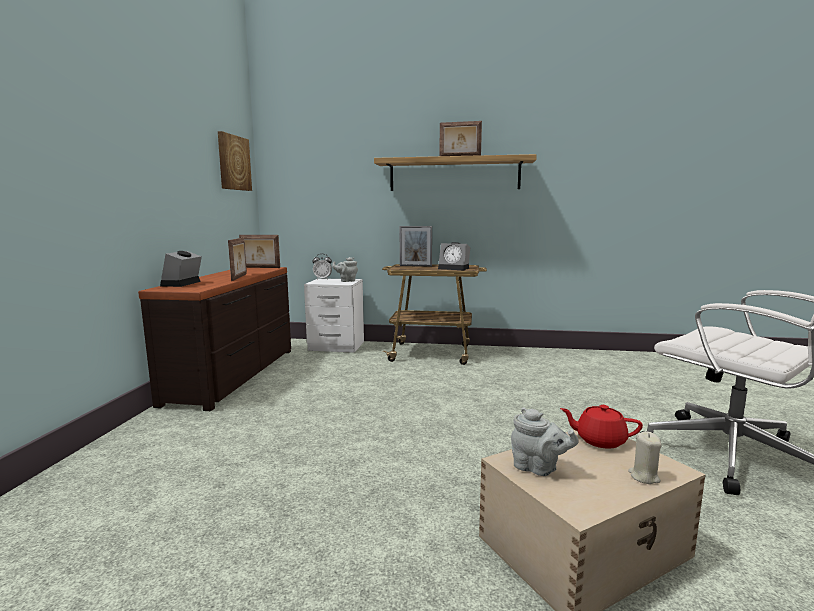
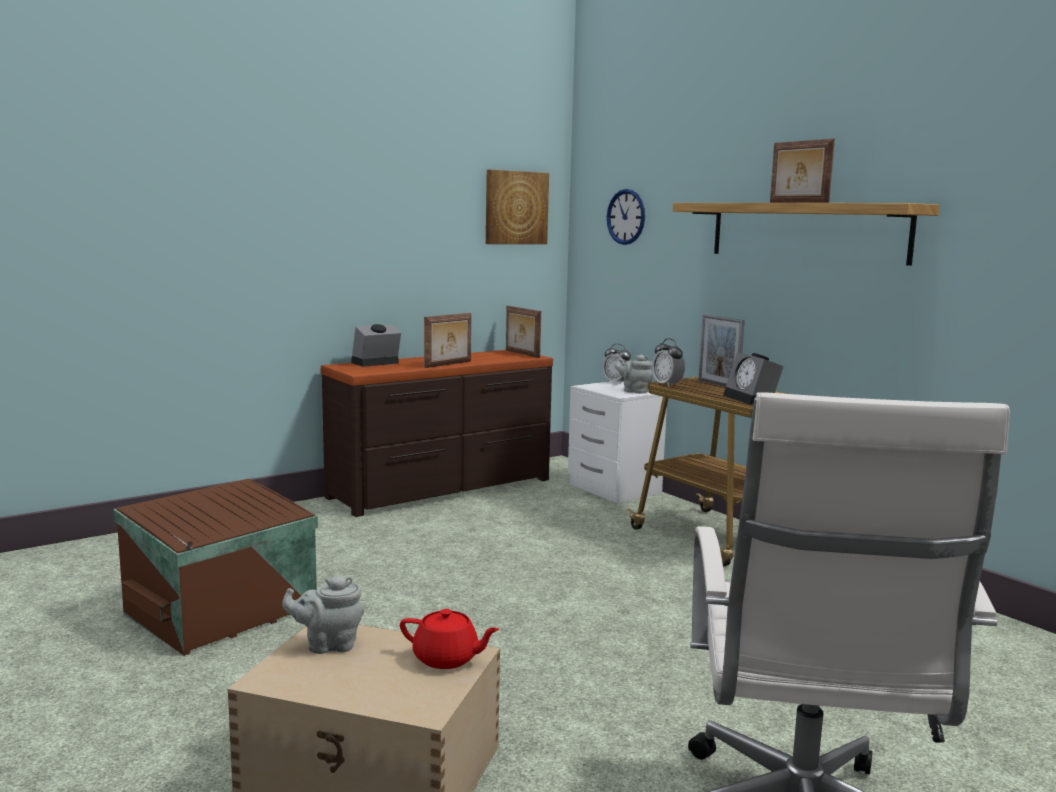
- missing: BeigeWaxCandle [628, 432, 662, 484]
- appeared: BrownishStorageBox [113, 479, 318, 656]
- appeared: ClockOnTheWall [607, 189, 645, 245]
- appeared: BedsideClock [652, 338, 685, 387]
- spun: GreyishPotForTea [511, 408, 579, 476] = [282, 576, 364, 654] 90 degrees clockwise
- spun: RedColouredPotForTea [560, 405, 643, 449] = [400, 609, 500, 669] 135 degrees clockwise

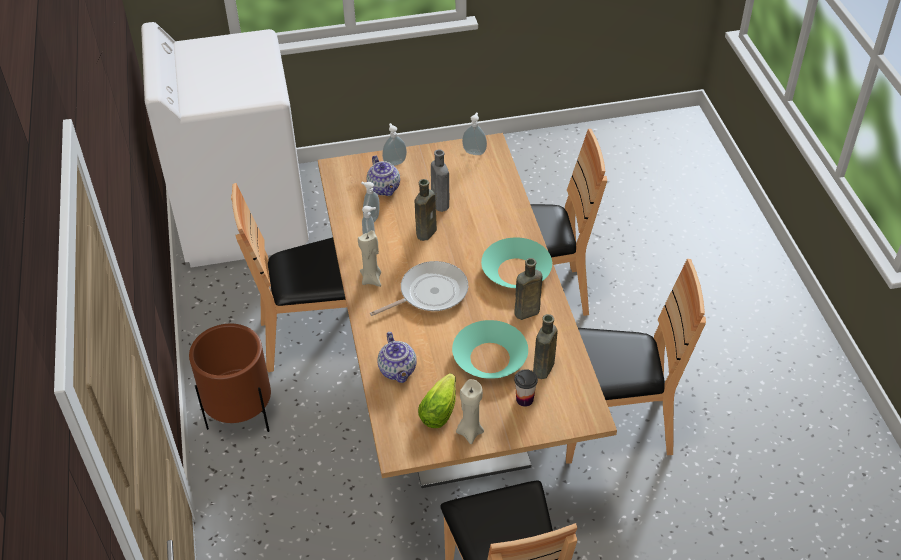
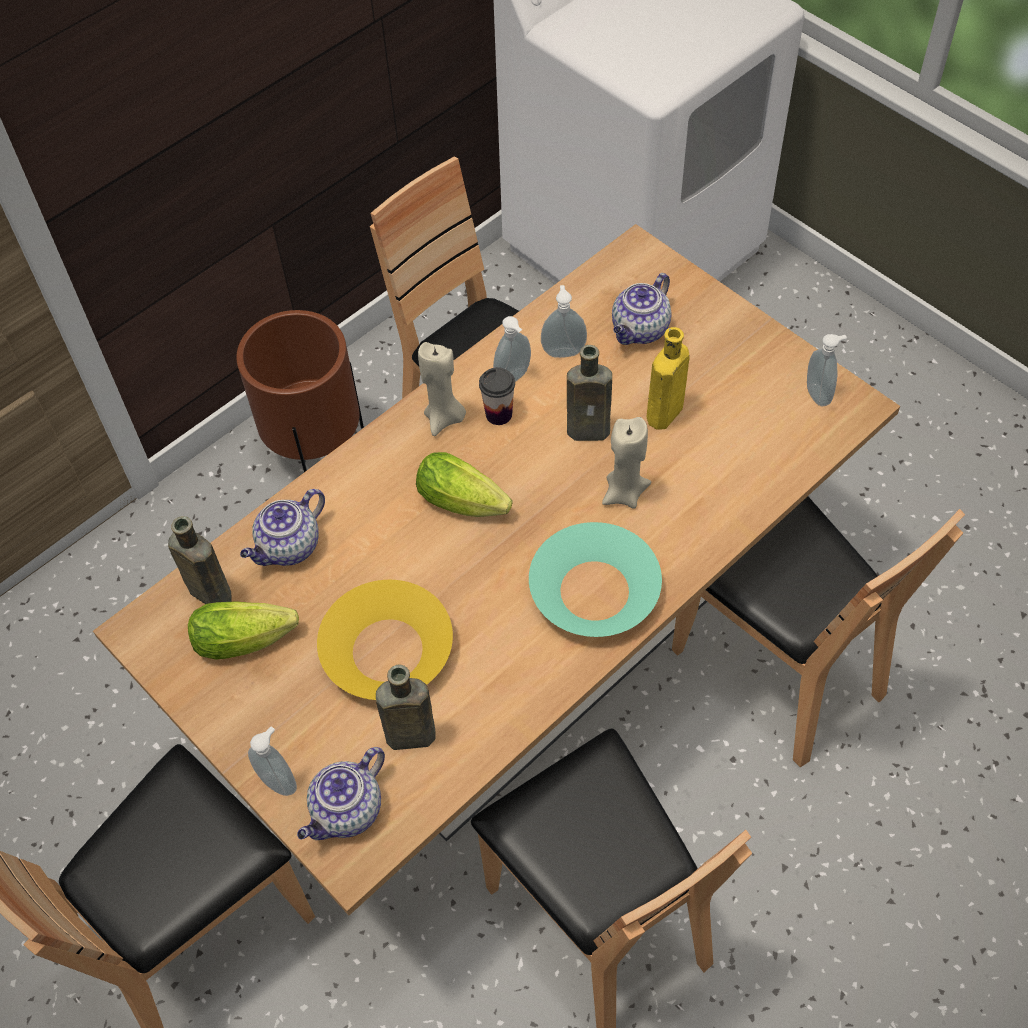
- appeared: PotForTea [297, 747, 385, 840]
- relocated: SoapBottle [382, 123, 407, 166] to [248, 726, 297, 796]
- relocated: BeigeWaxCandle [456, 379, 484, 444] to [602, 417, 651, 509]
- relocated: BrownishBeverageBottle [514, 258, 542, 320] to [168, 516, 231, 604]
- relocated: Cup [514, 369, 538, 407] to [479, 367, 515, 425]
- exchanged: Skillet [370, 261, 468, 316] to Lettuce [416, 452, 513, 517]
- colour: GreyishBeverageBottle [431, 149, 449, 212] to YellowColouredBeverageBottle [646, 327, 690, 430]
- colour: BlueGreenDeepDish [452, 320, 528, 379] to YellowColouredDeepDish [317, 580, 453, 700]

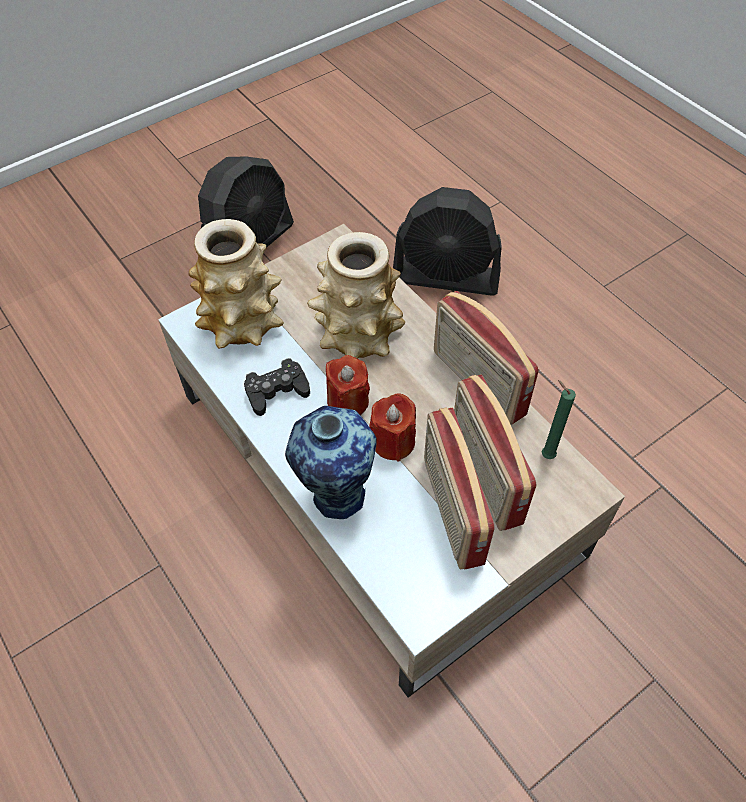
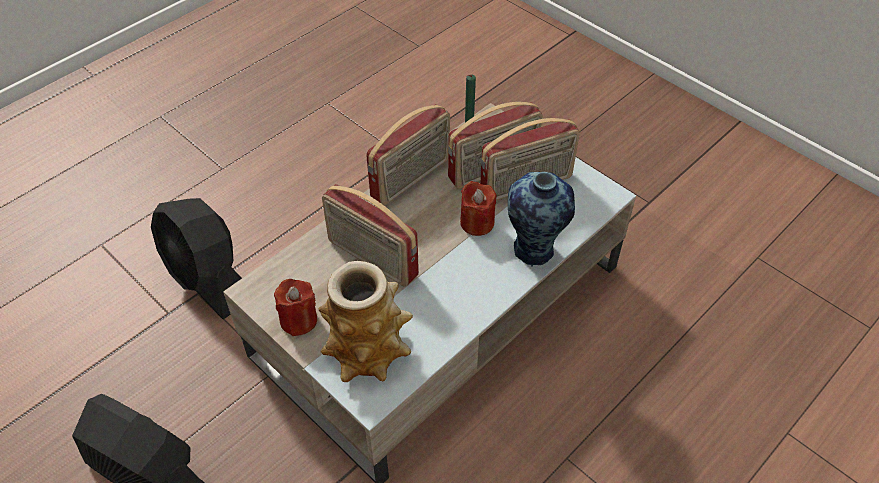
- missing: BlackishGamepad [244, 358, 310, 416]
- relocated: RedColouredWaxCandle [326, 355, 370, 415] to [274, 279, 317, 336]
- exchanged: FlowerVase [307, 232, 405, 359] to RadioSet [322, 184, 419, 287]
- spun: BlackishCoolingFan [393, 187, 502, 296] = [151, 198, 242, 319] 135 degrees clockwise

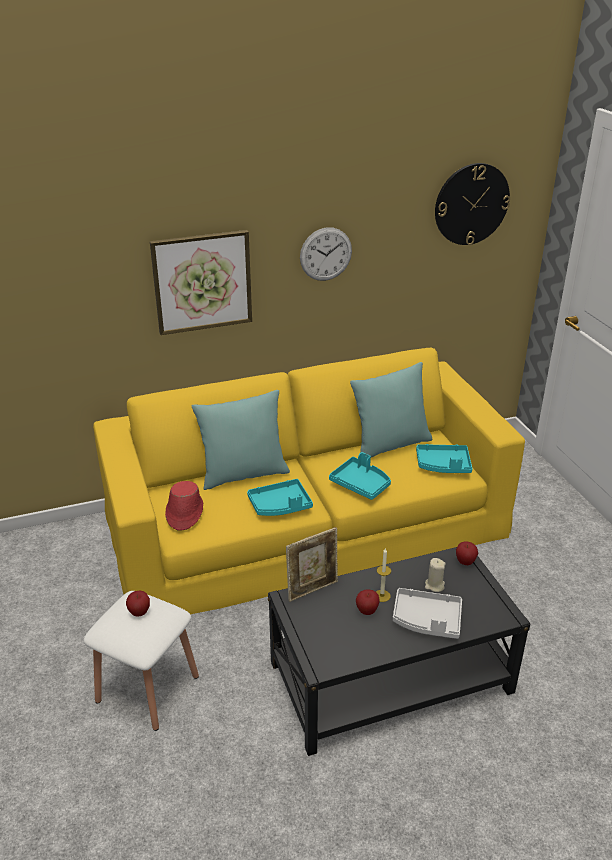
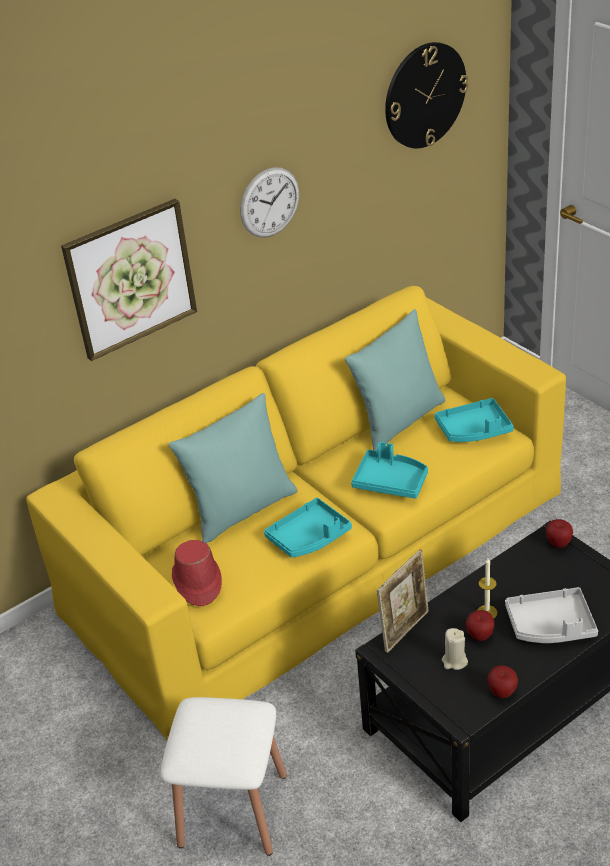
- relocated: Apple [126, 591, 150, 617] to [487, 665, 518, 698]
- relocated: BeigeWaxCandle [425, 558, 445, 592] to [442, 628, 468, 670]

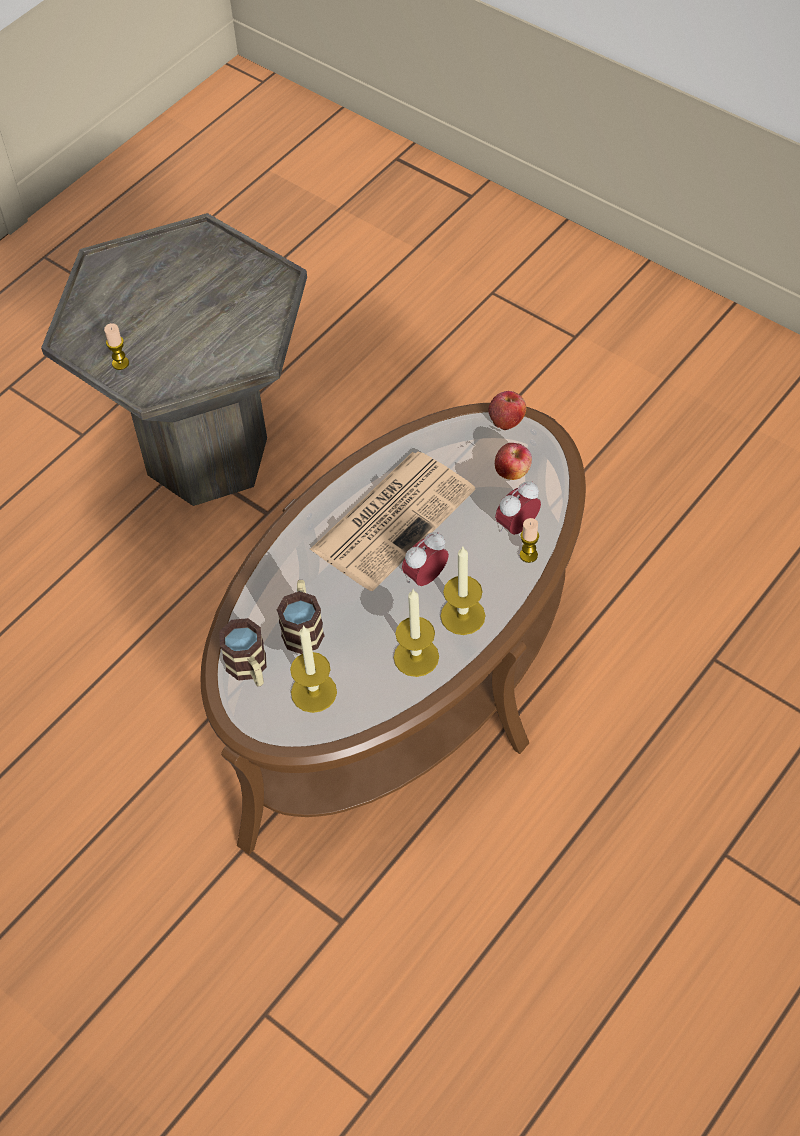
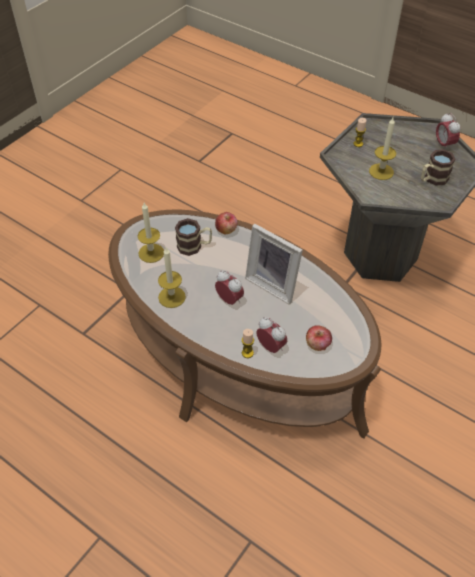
- appeared: BedsideClock [436, 113, 461, 150]
- relocated: TeaMug [219, 618, 267, 687] to [421, 149, 455, 186]
- relocated: WaxCandle [441, 547, 485, 635] to [369, 118, 396, 180]
- relocated: Apple [488, 391, 526, 430] to [215, 212, 237, 235]
- exchanged: DailyPaper [310, 451, 475, 591] to StandingFrame [245, 224, 303, 304]

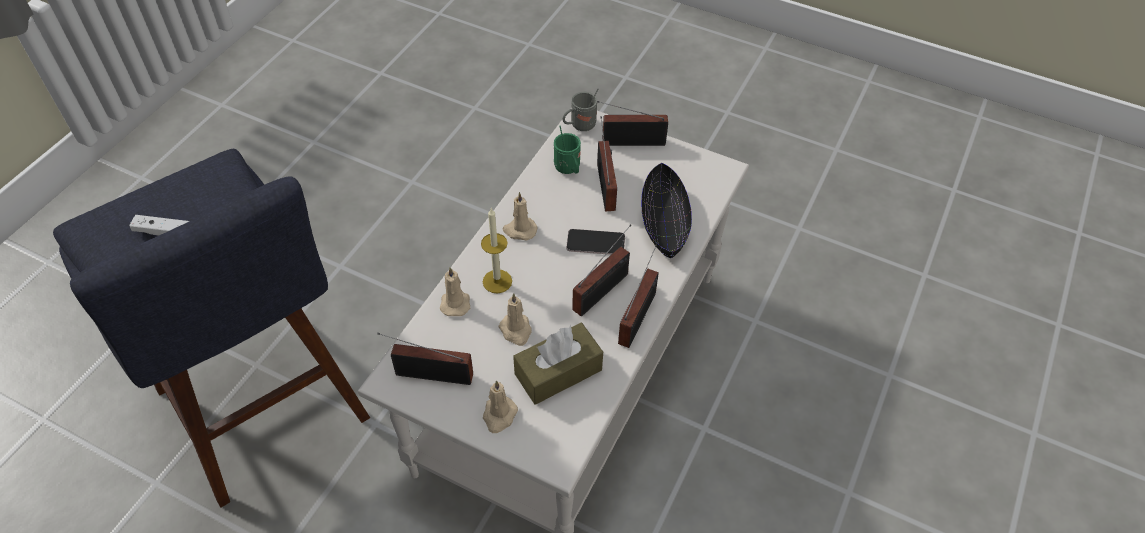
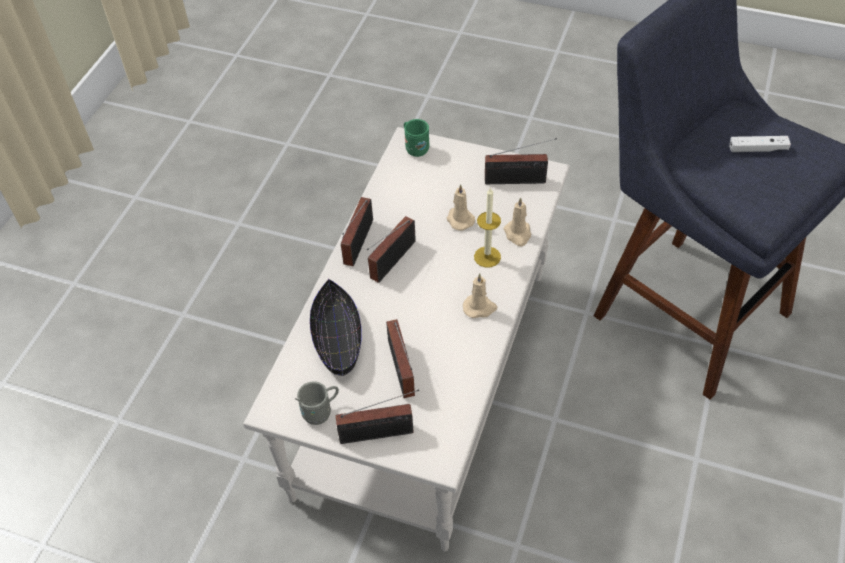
- missing: BeigeWaxCandle [483, 380, 518, 433]
- missing: BrownishBoxOfTissues [513, 323, 603, 405]
- missing: Phone [566, 229, 625, 255]
- relocated: GreenTeaMug [554, 126, 581, 174] to [404, 119, 429, 157]
- relocated: GreyishTeaMug [563, 88, 598, 131] to [295, 381, 339, 425]

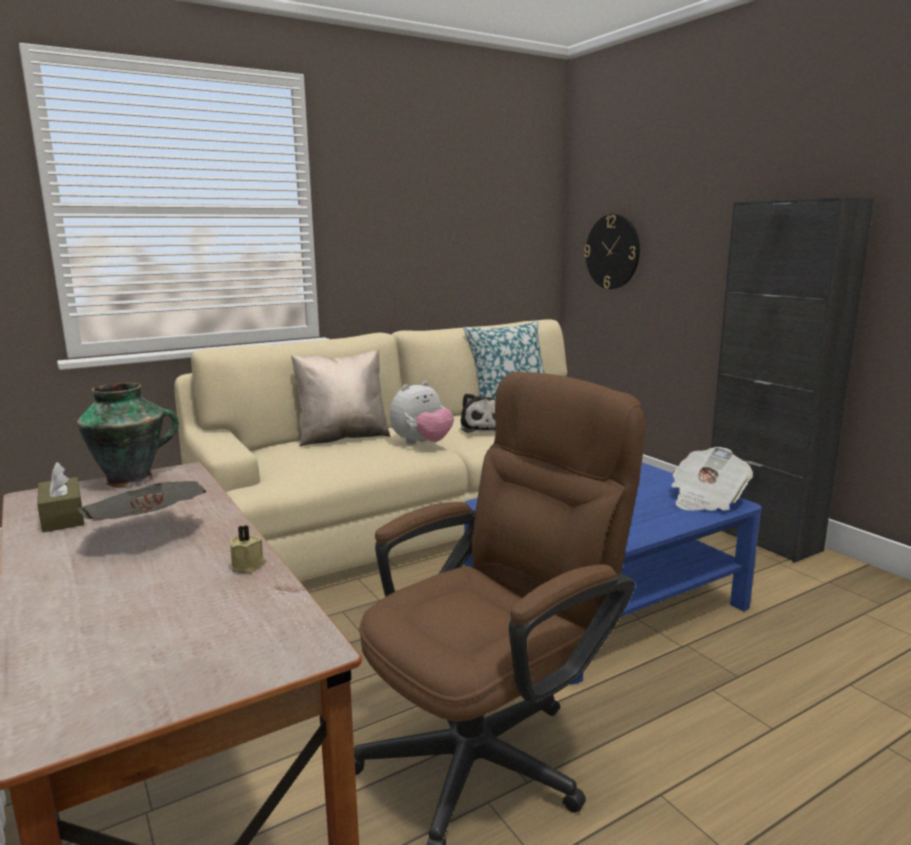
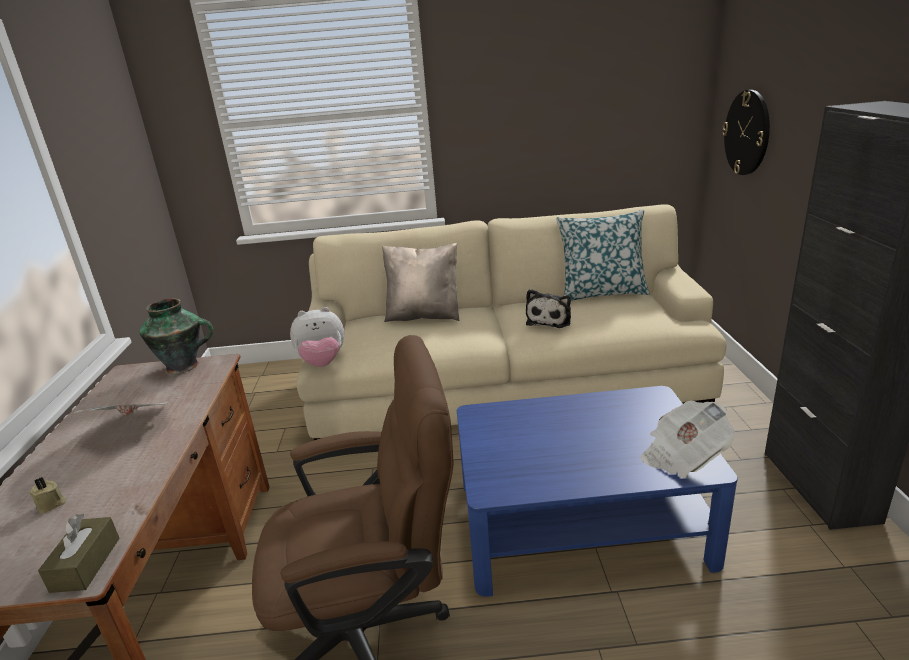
- relocated: BrownishBoxOfTissues [37, 462, 84, 532] to [38, 514, 120, 593]
- relocated: BeigeWaxCandle [229, 525, 266, 574] to [30, 477, 66, 513]
- relocated: CuddlyToy [390, 381, 454, 445] to [290, 307, 344, 367]

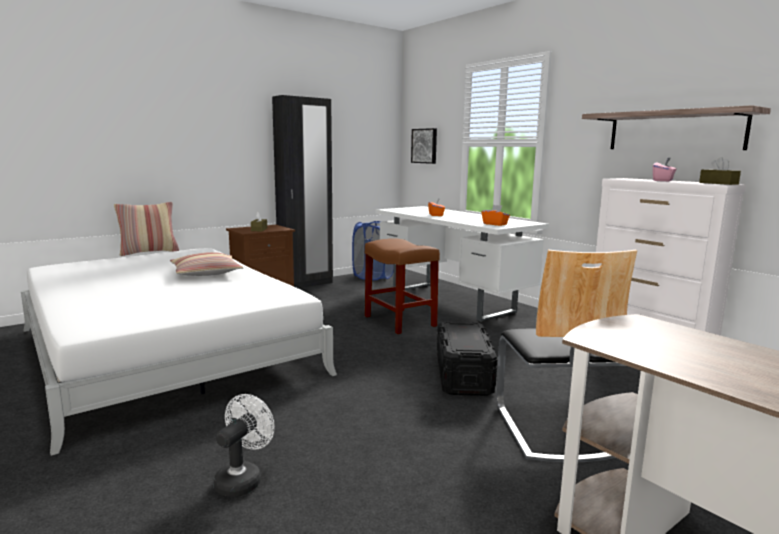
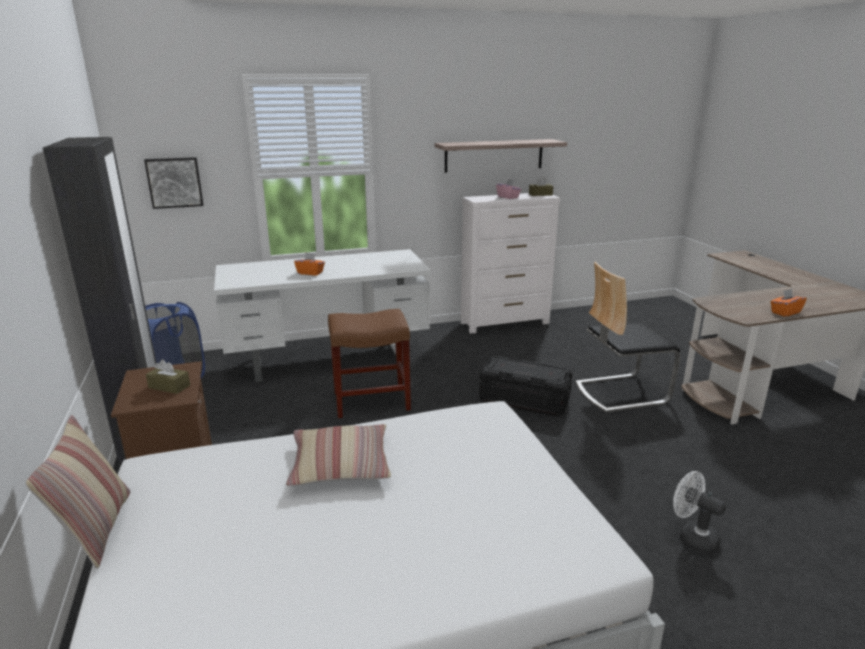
- relocated: OrangeBoxOfTissues [481, 205, 510, 226] to [770, 289, 807, 317]
- spun: Chair [496, 250, 637, 462] = [576, 262, 680, 412] 150 degrees clockwise

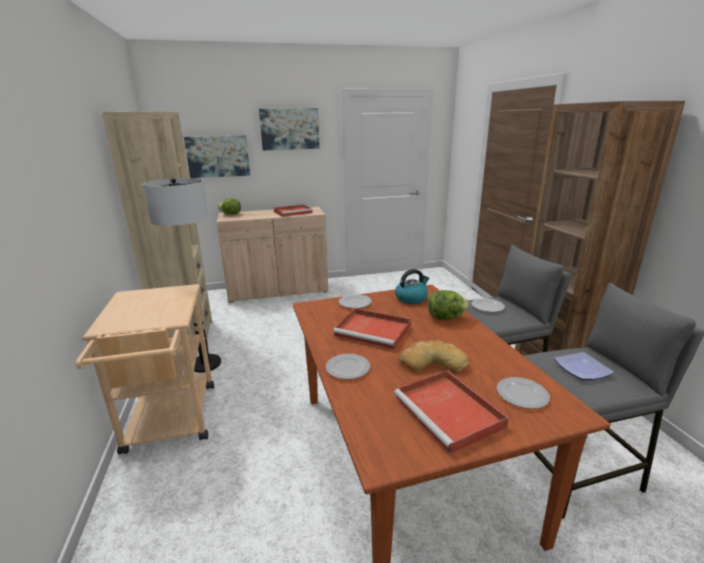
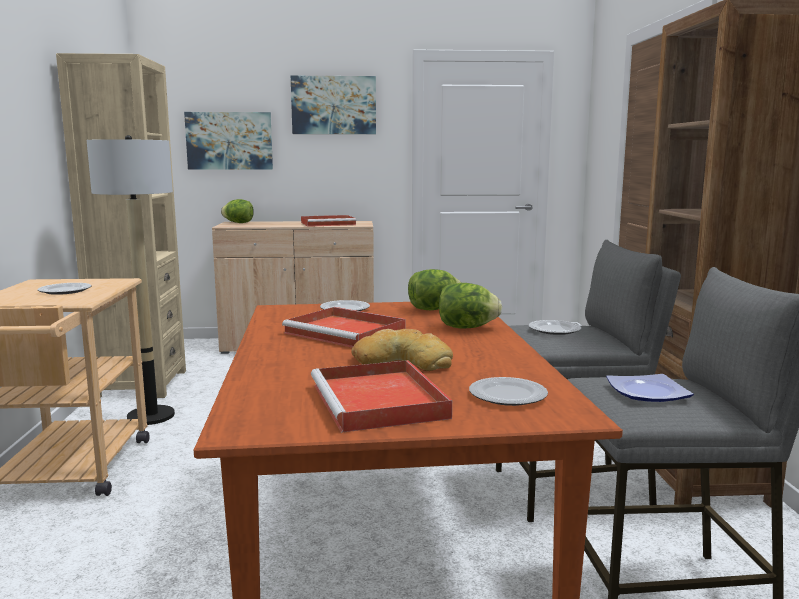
- relocated: DinnerPlate [326, 354, 370, 379] to [38, 283, 92, 295]
- exchanged: WaterKettle [395, 269, 429, 304] to Lettuce [408, 269, 461, 310]

